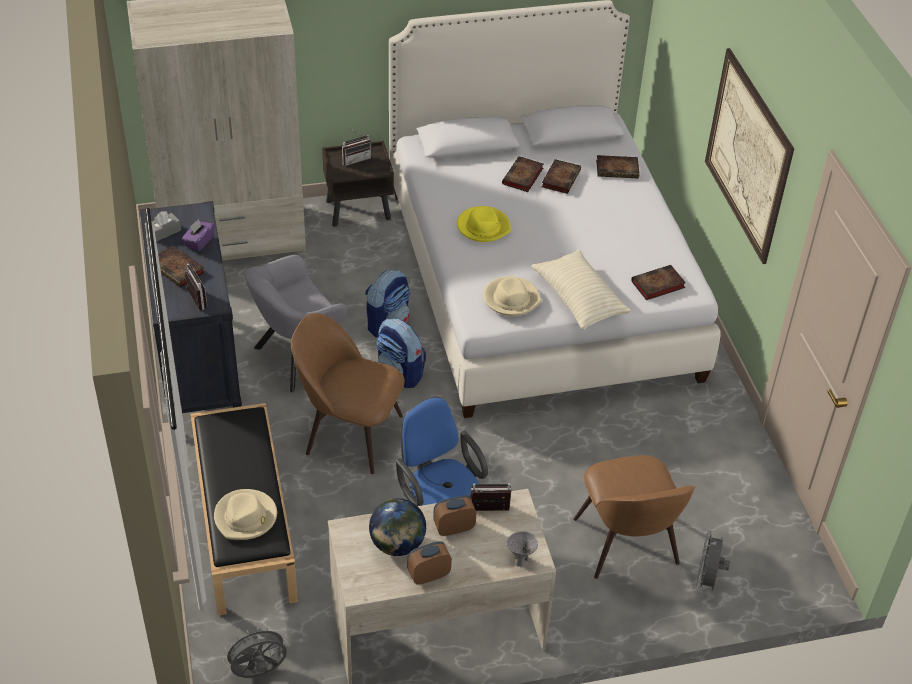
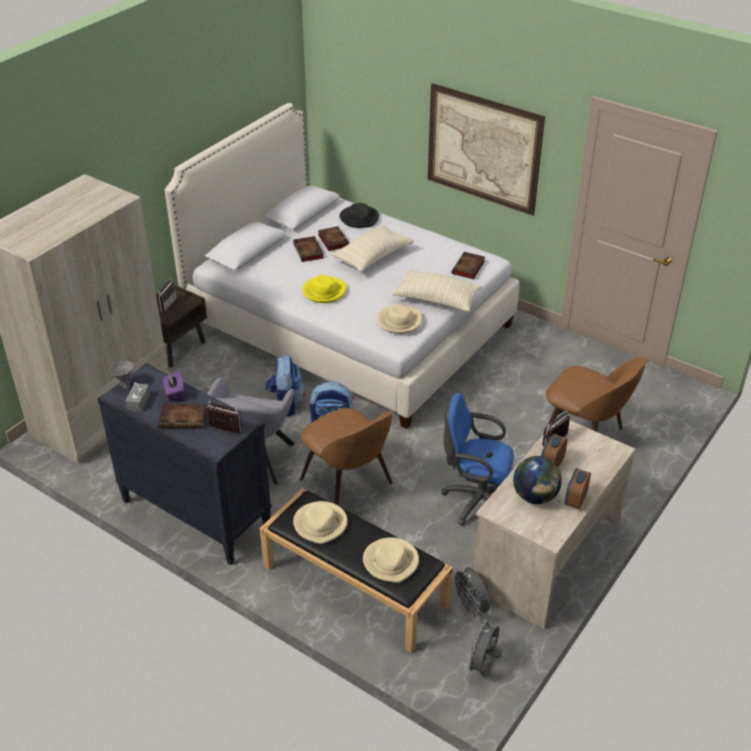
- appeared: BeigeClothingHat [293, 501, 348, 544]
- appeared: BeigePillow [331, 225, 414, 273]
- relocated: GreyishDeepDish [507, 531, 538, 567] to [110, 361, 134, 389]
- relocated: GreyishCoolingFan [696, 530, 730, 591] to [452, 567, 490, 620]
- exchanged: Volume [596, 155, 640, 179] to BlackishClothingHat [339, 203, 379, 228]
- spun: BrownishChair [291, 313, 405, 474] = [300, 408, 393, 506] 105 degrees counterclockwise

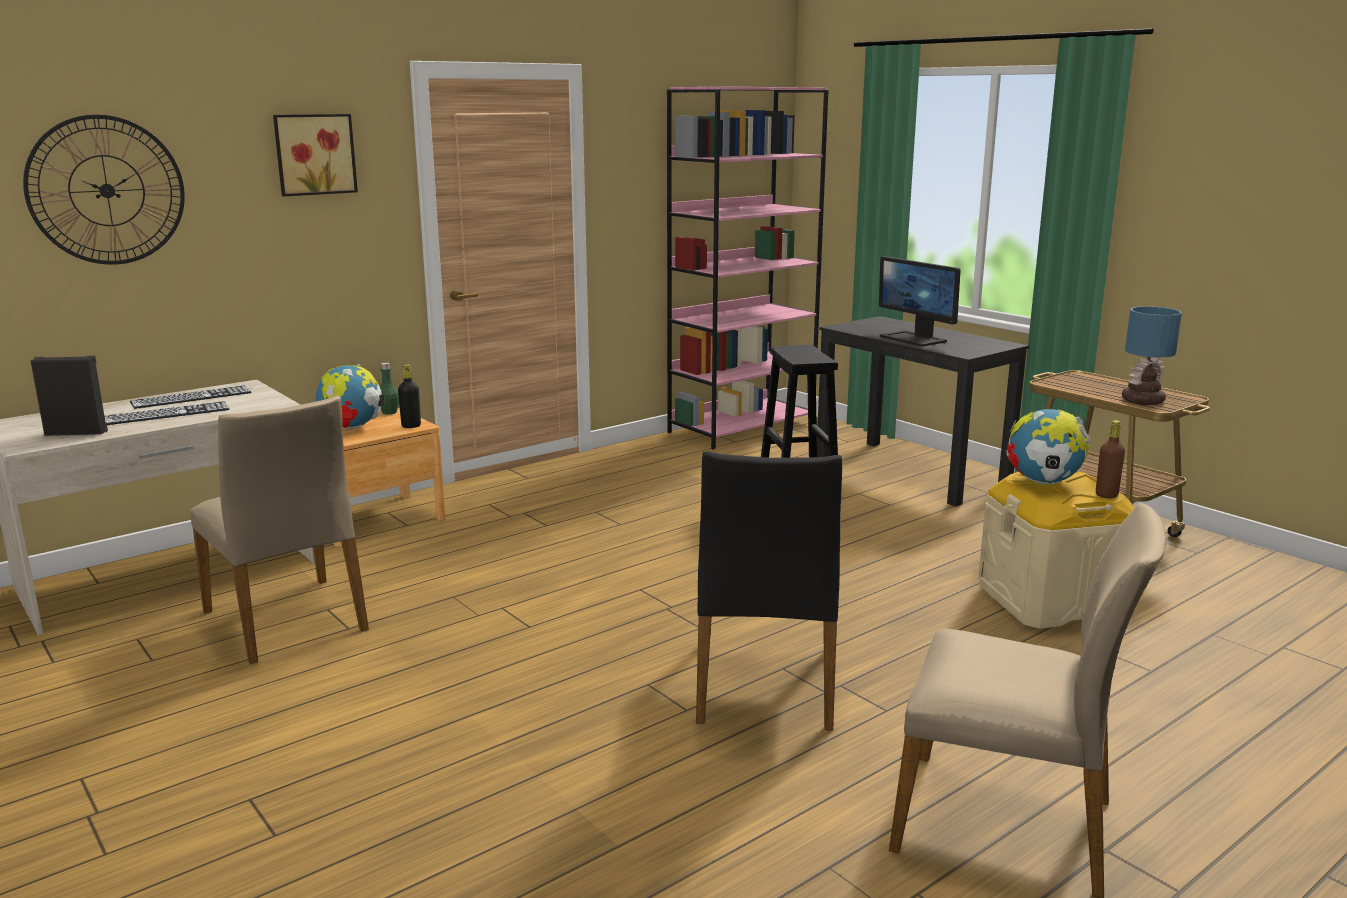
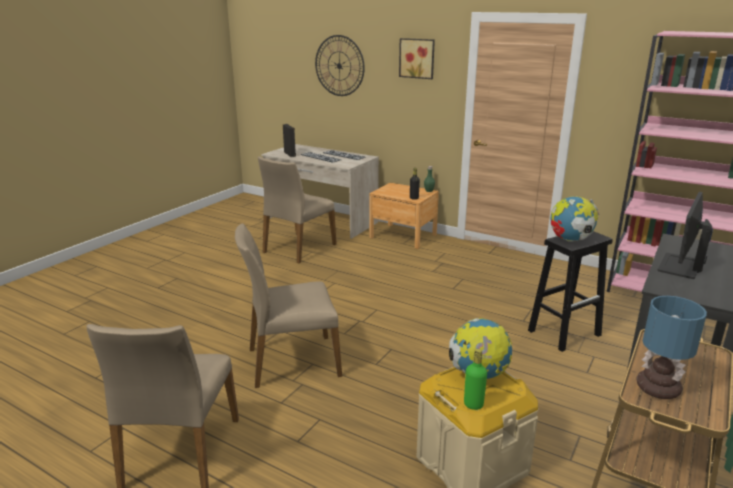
- relocated: WorldGlobe [316, 364, 384, 429] to [550, 196, 599, 242]
- colour: BlackishChair [696, 451, 842, 731] to BeigeChair [235, 224, 342, 388]
- colour: BrownishBeverageBottle [1096, 420, 1125, 498] to GreenBeverageBottle [464, 349, 487, 410]

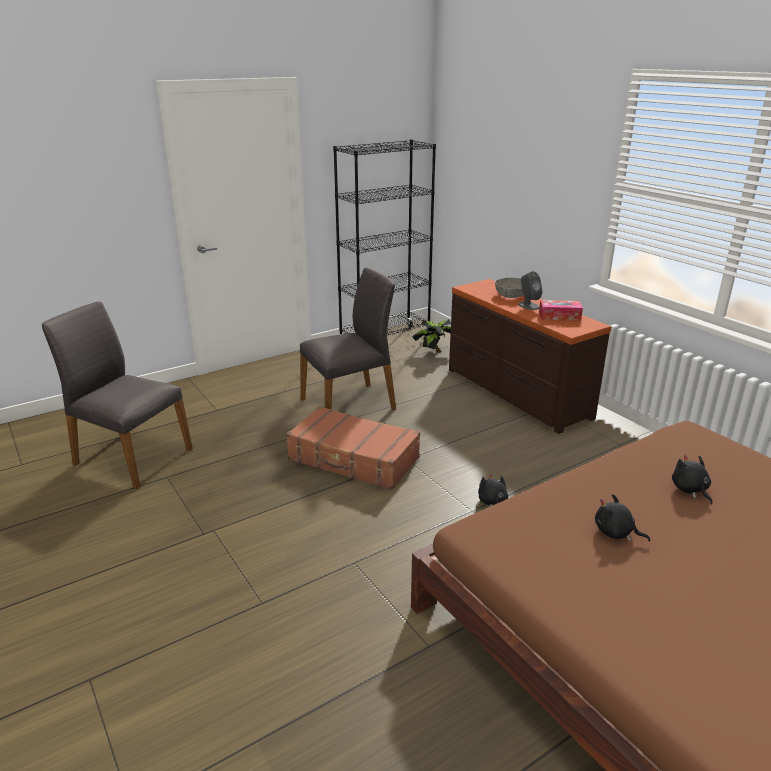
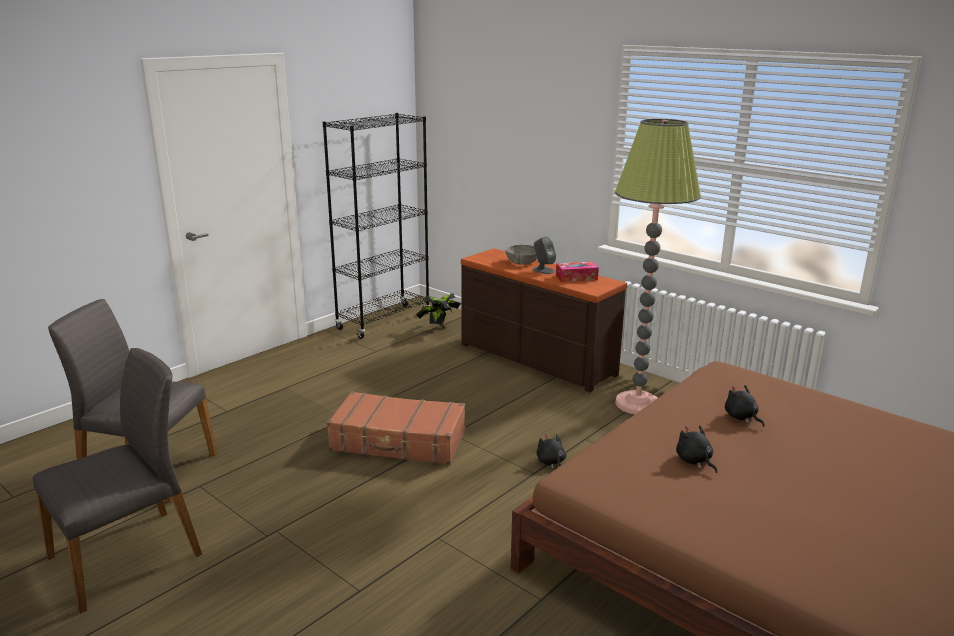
- appeared: StandingLamp [615, 119, 701, 414]
- relocated: GreyishChair [300, 267, 396, 410] to [32, 348, 202, 614]
- spun: BlackishCuddlyToy [595, 494, 650, 542] = [676, 425, 717, 473] 45 degrees clockwise

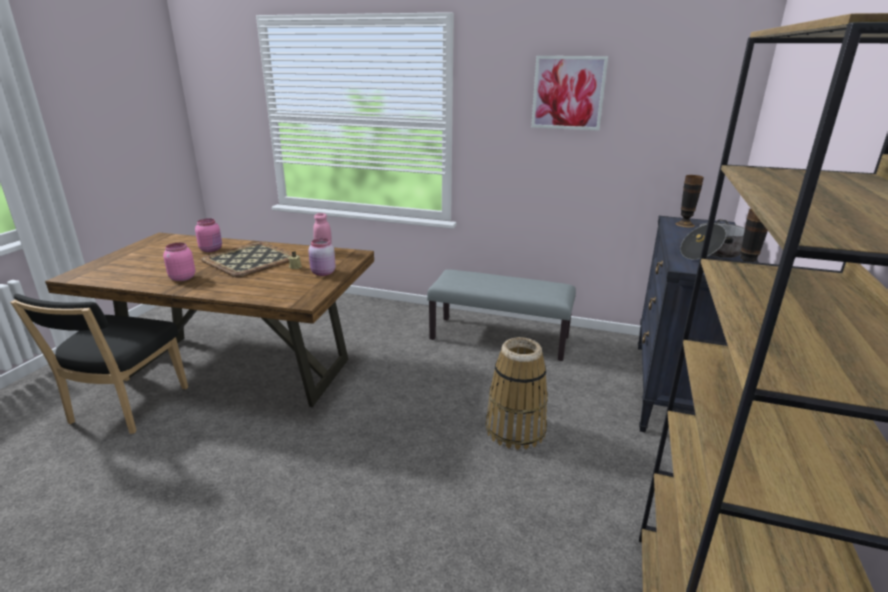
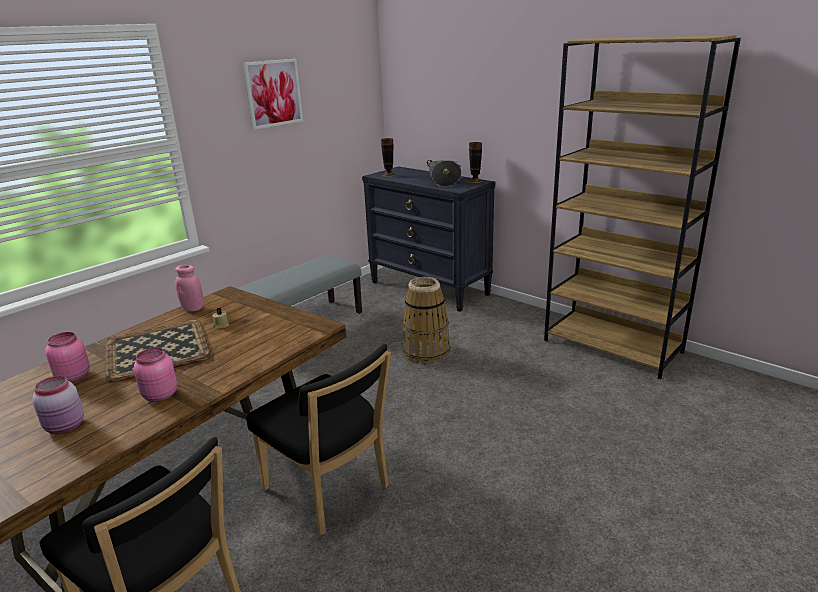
- appeared: BlackishChair [246, 344, 391, 535]
- relocated: PinkColouredPreserveJar [308, 238, 336, 276] to [32, 376, 84, 434]

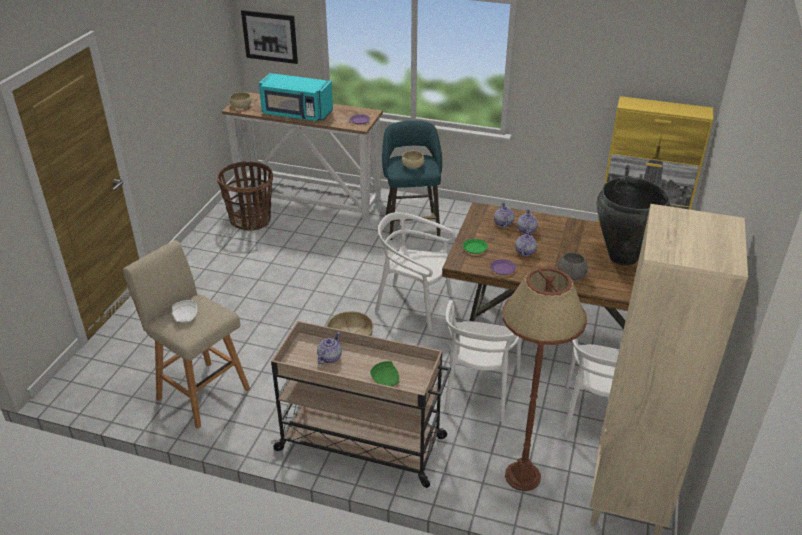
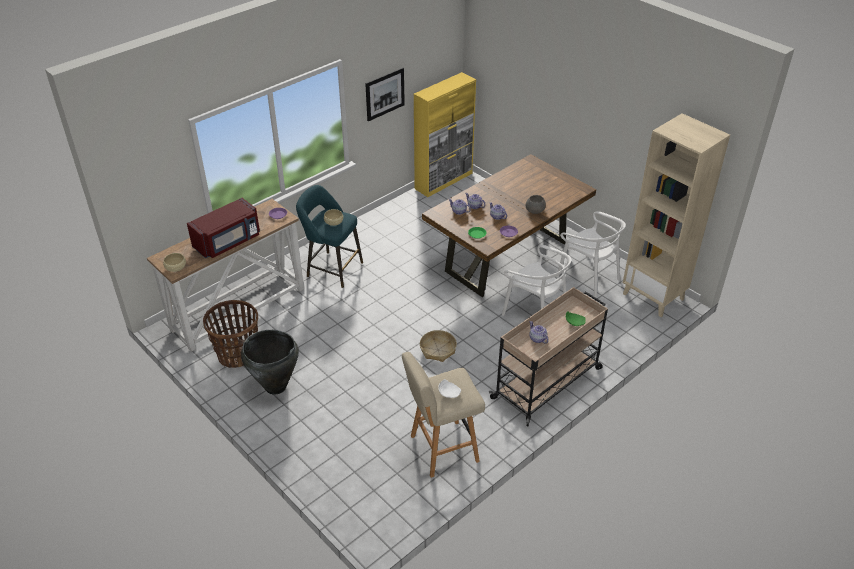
- missing: WhiteChair [375, 212, 455, 331]
- missing: BrownishStandingLamp [502, 268, 587, 491]
- relocated: Picture [241, 10, 298, 64] to [365, 67, 405, 121]
- relocated: BlackishFlowerVase [597, 177, 671, 265] to [241, 330, 299, 395]
- colour: BlueGreenMicrowaveOven [259, 73, 333, 121] to RedColouredMicrowaveOven [187, 198, 260, 258]

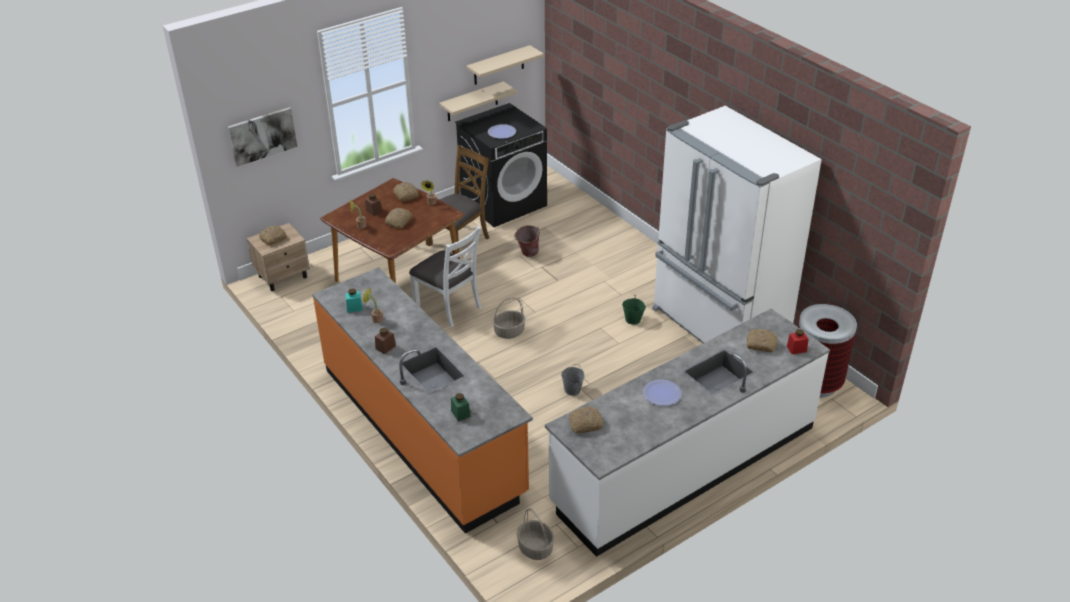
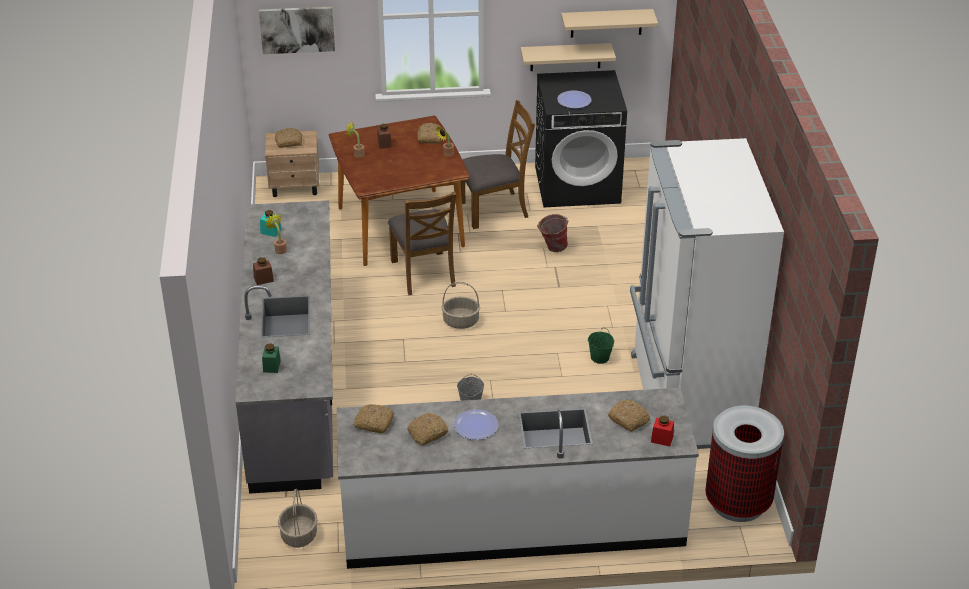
- relocated: BakedBread [385, 208, 412, 228] to [407, 413, 448, 445]
- colour: OrangeKitchenBaseUnit [312, 267, 533, 534] to GreyishKitchenBaseUnit [235, 200, 333, 494]
- colour: WhiteChair [409, 226, 482, 328] to BrownishChair [388, 192, 456, 295]

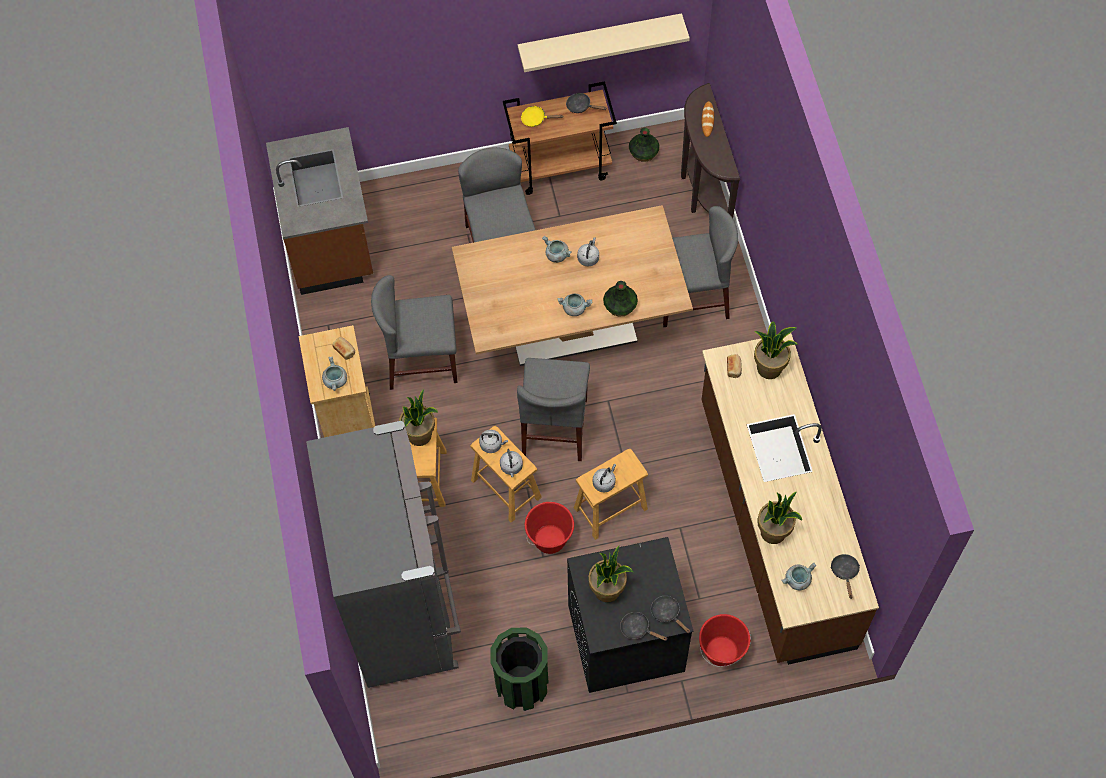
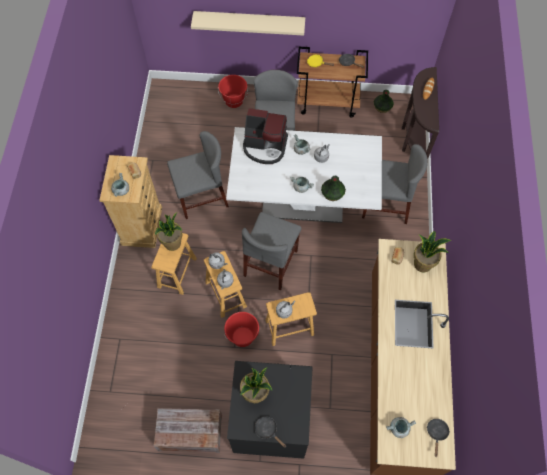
- missing: BrownishKitchenBaseUnit [266, 127, 373, 295]
- missing: GreyishRefrigerator [306, 421, 461, 688]
- missing: BlackishSkillet [651, 596, 690, 633]
- missing: Houseplant [757, 491, 802, 544]
- appeared: CoffeeMaker [243, 108, 288, 164]
- relocated: BeigeShelf [518, 13, 690, 72] to [191, 11, 305, 36]
- relocated: RedColouredBucket [699, 614, 751, 667] to [218, 75, 248, 108]
- exchanged: GreenRubbishBin [490, 628, 549, 711] to Crate [154, 408, 222, 453]
- colour: BrownishDinnerTable [452, 205, 693, 366] to WhiteDinnerTable [226, 127, 382, 223]
- spun: GreyishChair [371, 275, 458, 390] = [167, 131, 229, 219] 150 degrees clockwise

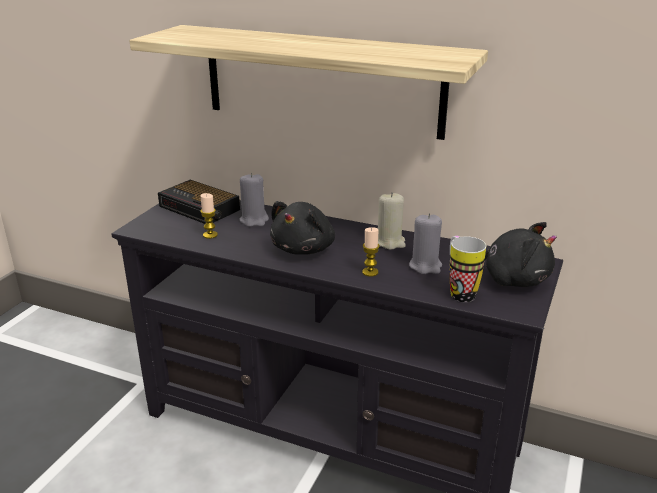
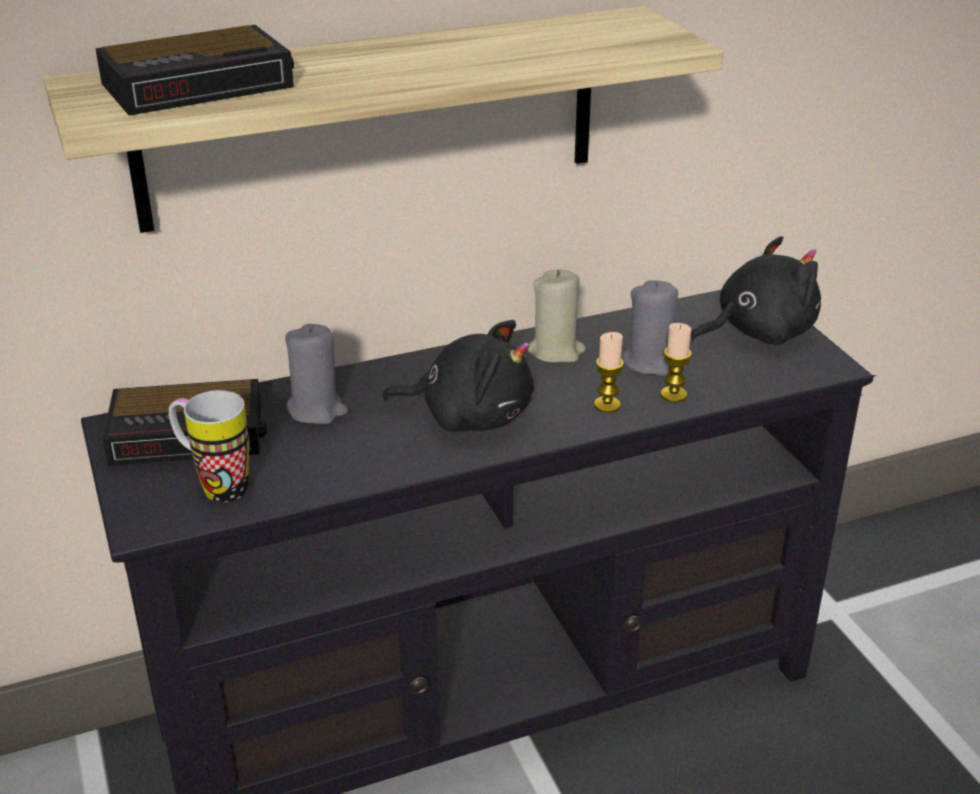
- appeared: BedsideClock [95, 25, 294, 116]
- relocated: WaxCandle [200, 193, 218, 239] to [660, 323, 692, 402]
- relocated: TeaMug [449, 236, 486, 302] to [169, 390, 249, 502]
- spun: BlackishCuddlyToy [270, 201, 335, 255] = [382, 320, 534, 432] 60 degrees counterclockwise

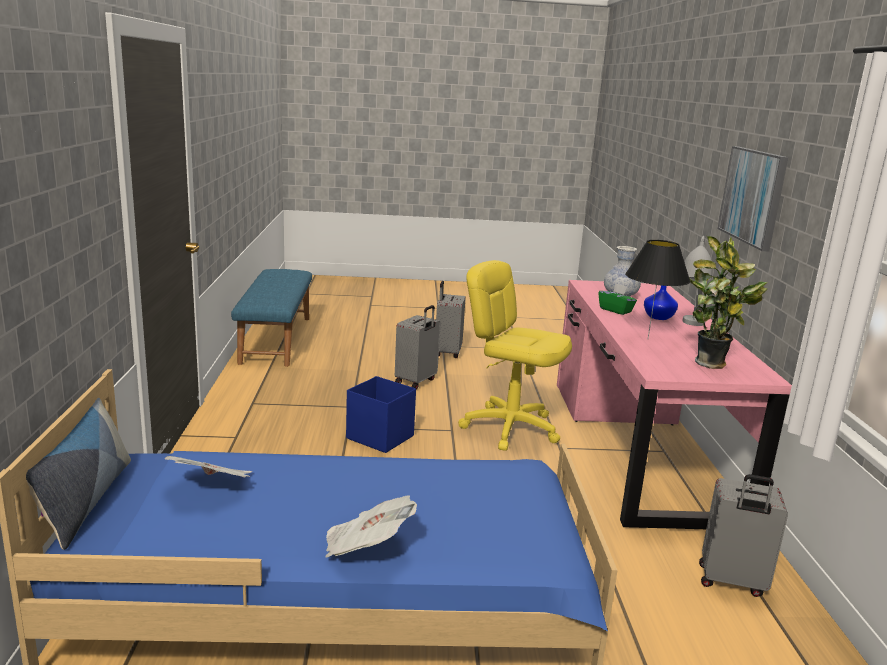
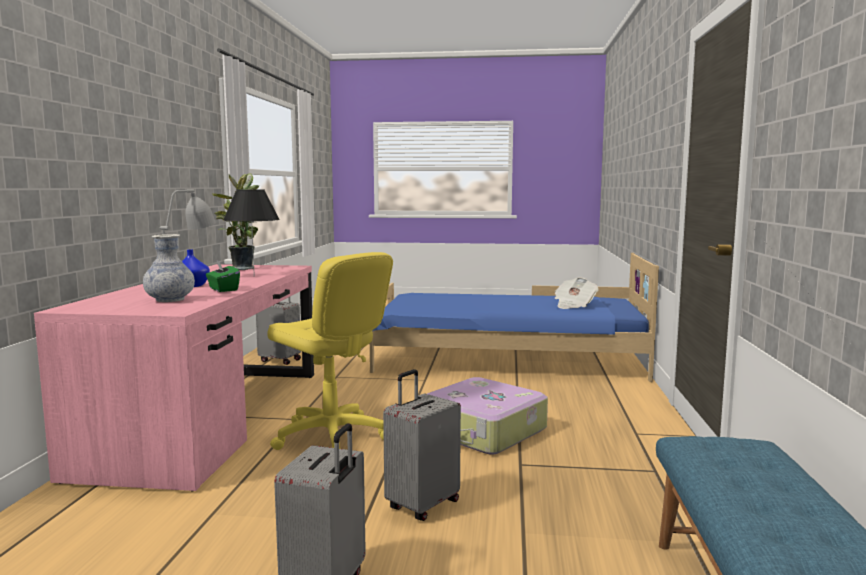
- missing: Pillow [26, 398, 131, 550]
- missing: DailyPaper [326, 495, 417, 558]
- missing: Picture [718, 146, 788, 252]
- exchanged: BluishStorageBox [346, 376, 416, 453] to TravelCase [427, 377, 548, 455]

